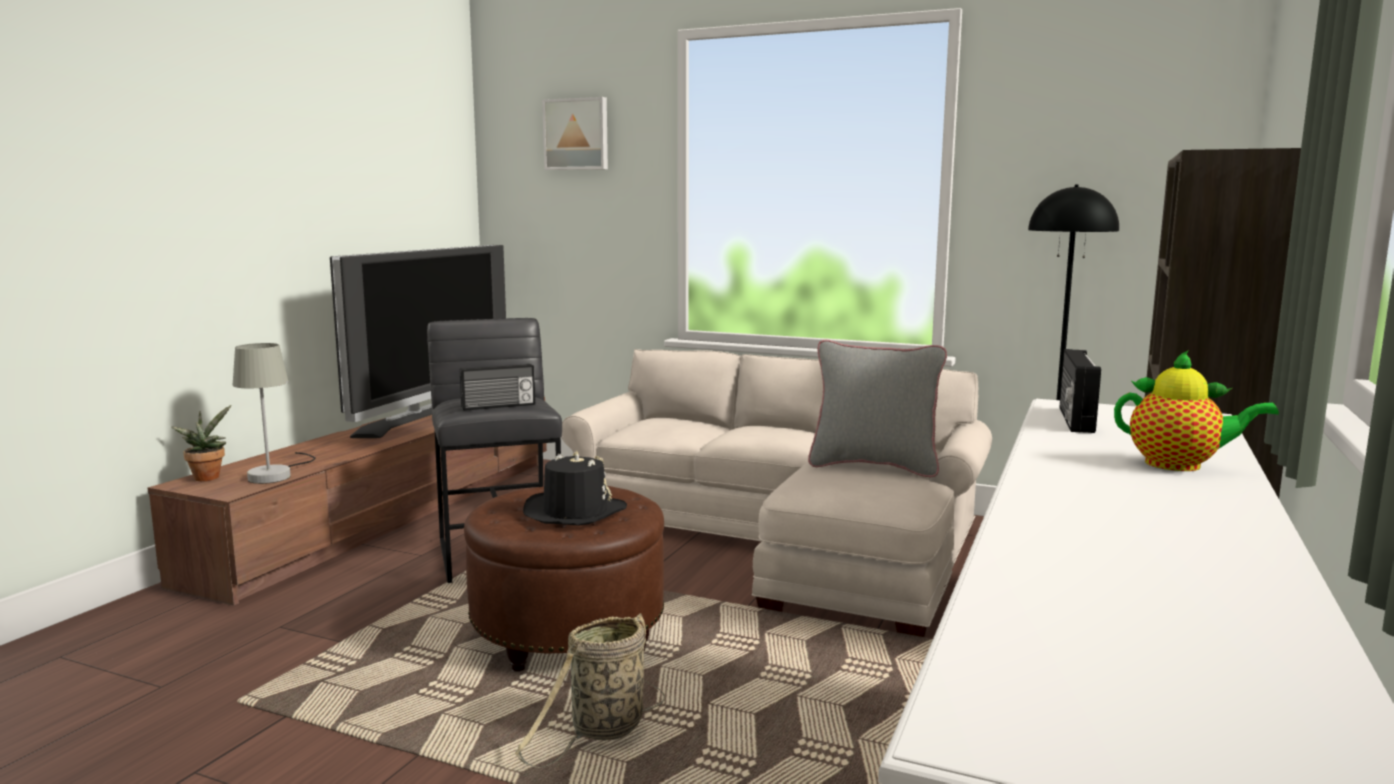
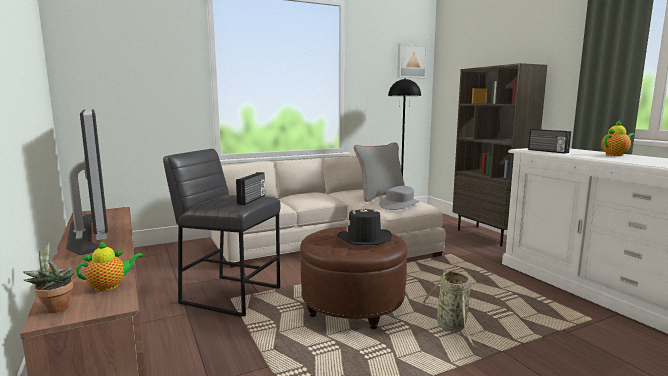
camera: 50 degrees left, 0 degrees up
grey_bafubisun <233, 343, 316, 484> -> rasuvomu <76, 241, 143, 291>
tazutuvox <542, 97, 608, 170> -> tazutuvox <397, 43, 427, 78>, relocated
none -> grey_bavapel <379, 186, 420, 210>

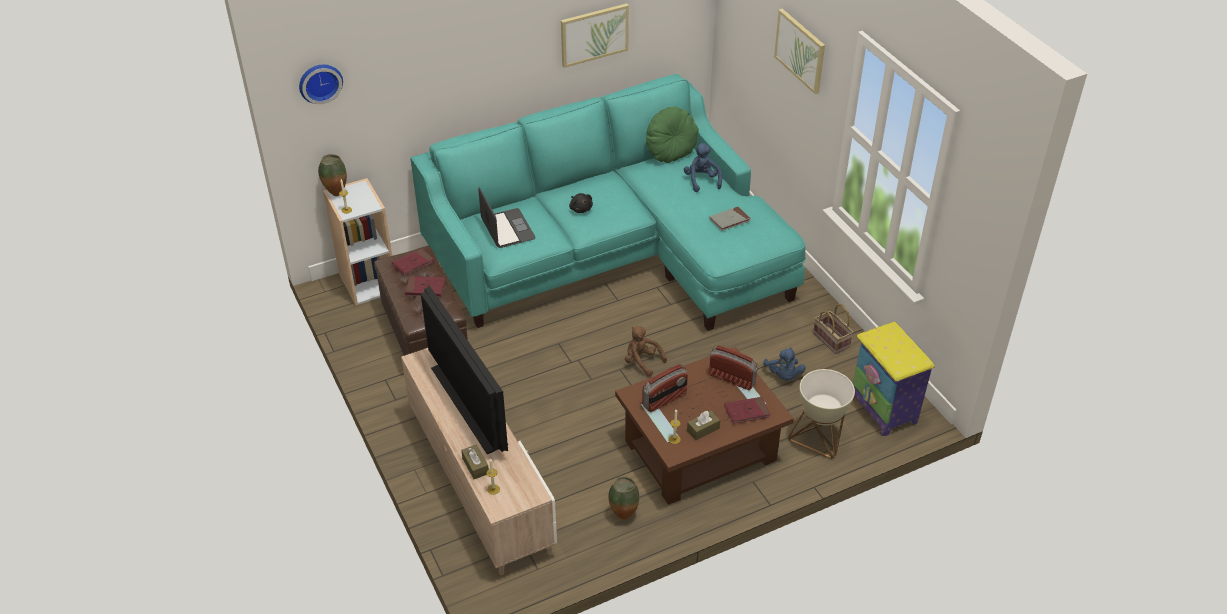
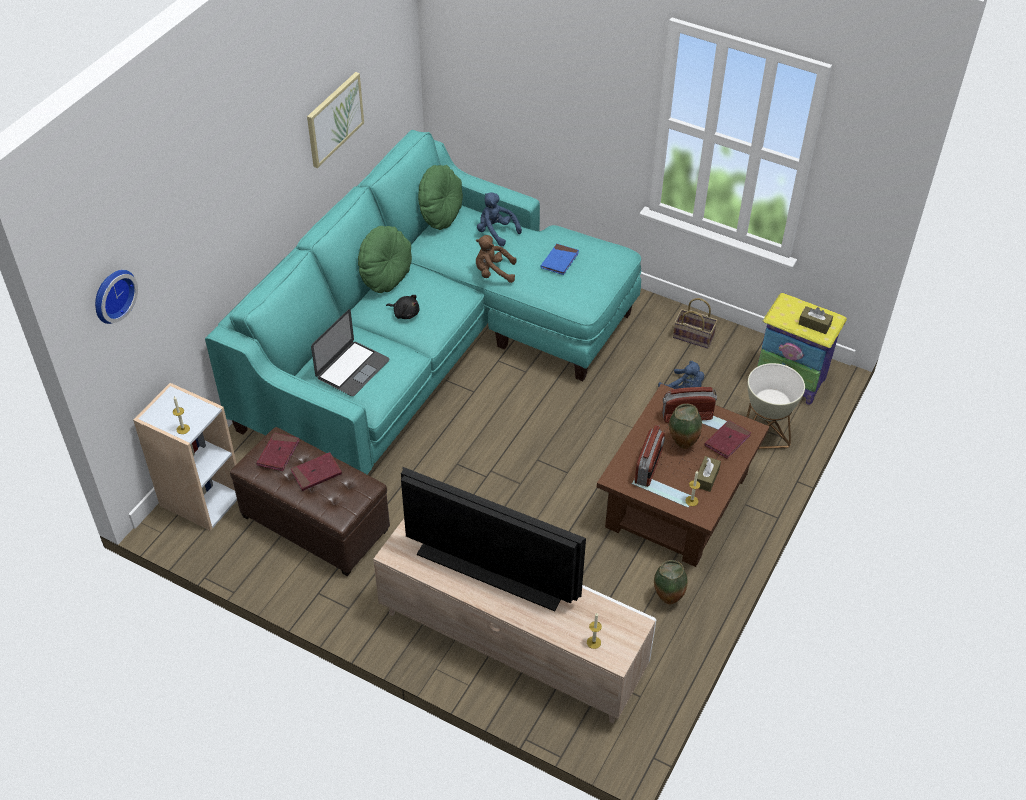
camera: 35 degrees left, 5 degrees up
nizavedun <318, 154, 347, 196> -> nizavedun <669, 404, 702, 449>, relocated
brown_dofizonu <461, 444, 489, 479> -> brown_dofizonu <799, 306, 833, 334>, relocated
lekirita <478, 187, 536, 248> -> lekirita <311, 309, 390, 396>, 90 degrees clockwise
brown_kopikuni <625, 326, 667, 377> -> brown_kopikuni <476, 235, 517, 283>, relocated
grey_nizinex <709, 207, 751, 231> -> blue_nizinex <541, 244, 579, 275>
tazutuvox <774, 9, 825, 94> -> none
none -> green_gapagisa <358, 226, 412, 293>

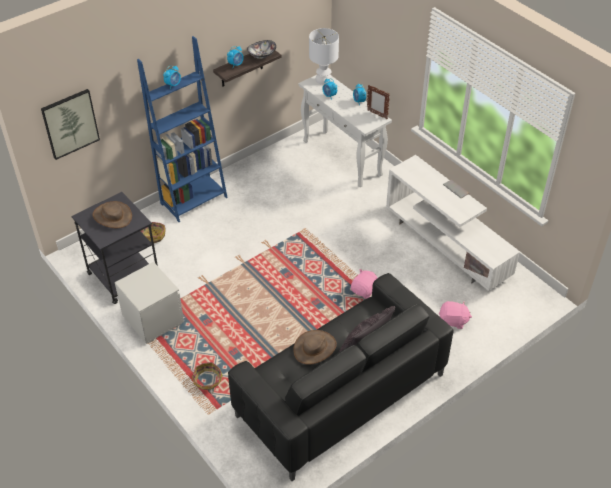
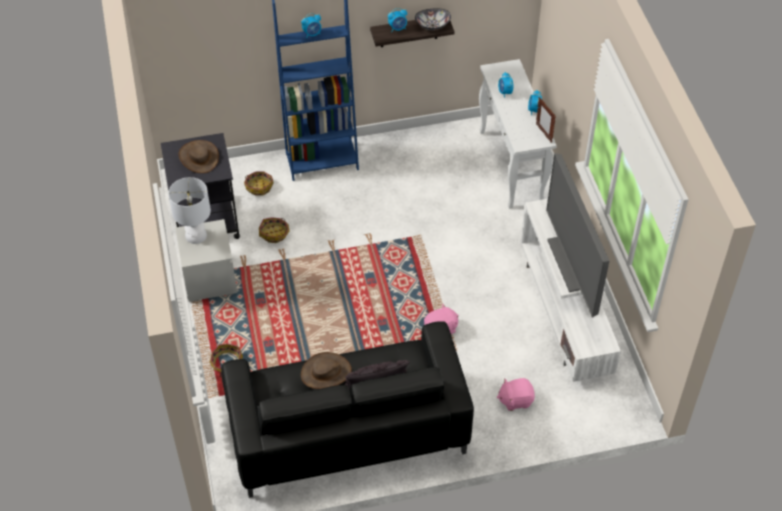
camera: 25 degrees right, 5 degrees up
tazutuvox <41, 89, 100, 160> -> none
white_bafubisun <309, 28, 339, 85> -> white_bafubisun <168, 177, 211, 244>, relocated
pink_kopikuni <439, 301, 472, 329> -> pink_kopikuni <497, 378, 535, 411>, 135 degrees clockwise
none -> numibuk <259, 217, 290, 243>
none -> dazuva <546, 153, 609, 318>

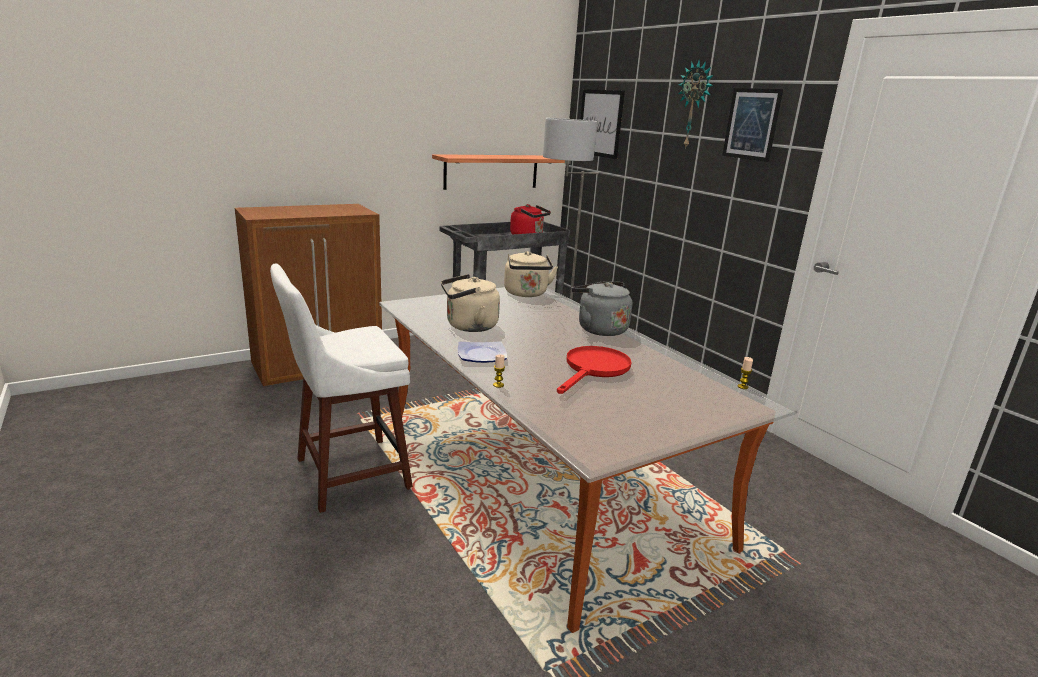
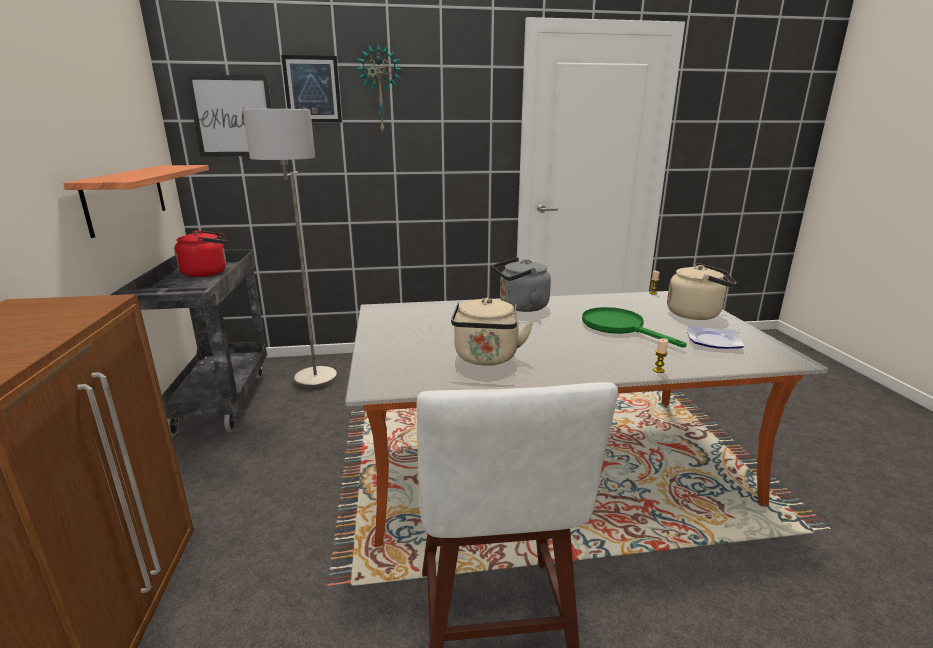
camera: 65 degrees left, 0 degrees up
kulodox <458, 341, 507, 363> -> kulodox <688, 326, 744, 349>, relocated
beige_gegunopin <504, 251, 558, 297> -> beige_gegunopin <667, 263, 736, 320>, relocated
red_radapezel <557, 346, 631, 394> -> green_radapezel <582, 307, 687, 348>
tazutuvox <722, 88, 783, 162> -> tazutuvox <281, 55, 342, 122>, relocated

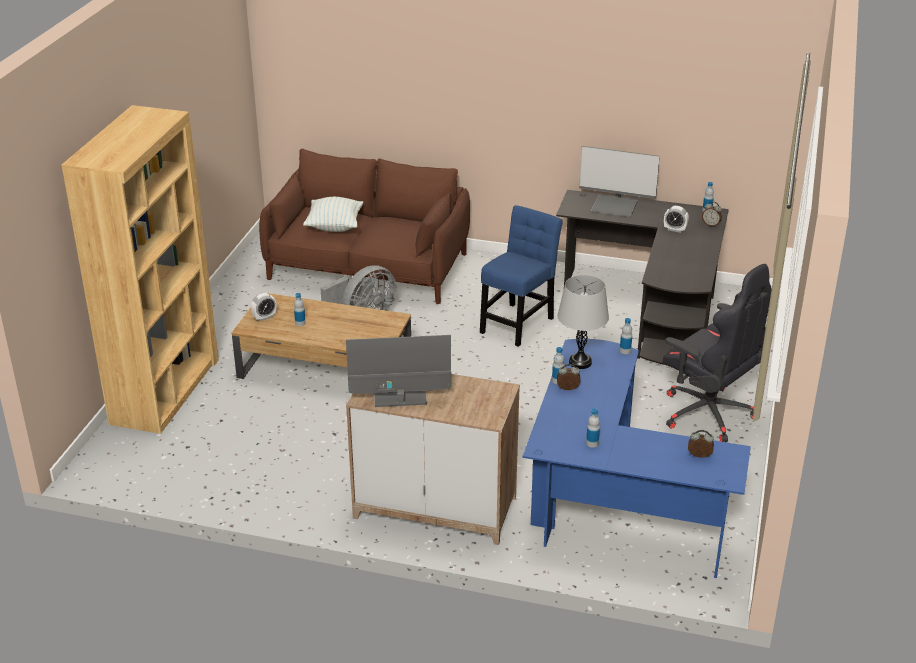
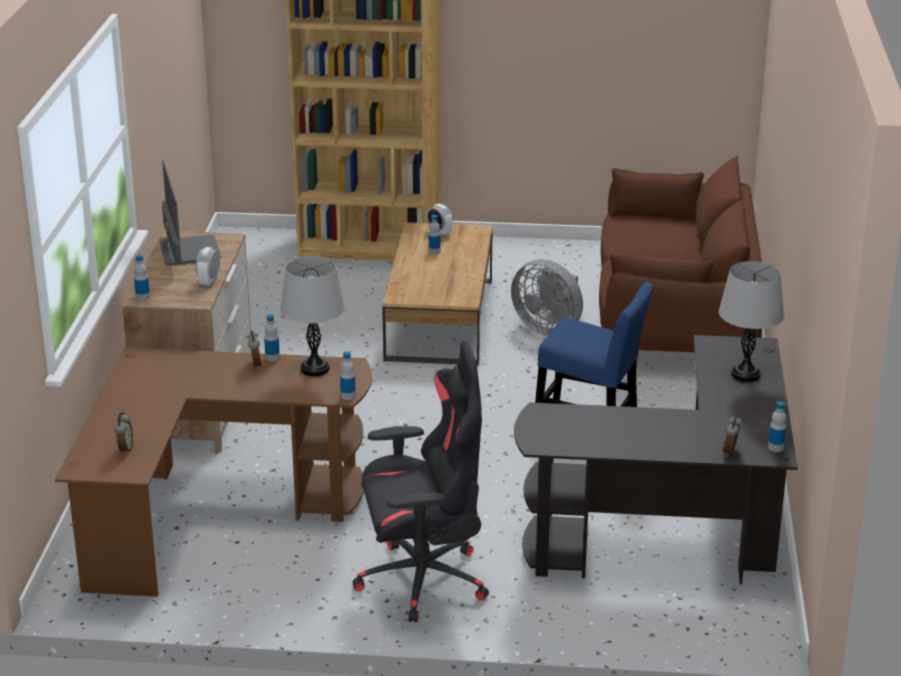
camera: 80 degrees right, 5 degrees down
gapagisa <303, 197, 363, 232> -> none
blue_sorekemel <523, 339, 751, 578> -> brown_sorekemel <55, 348, 372, 597>
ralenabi <579, 146, 660, 217> -> grey_bafubisun <719, 261, 784, 382>
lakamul <586, 408, 600, 447> -> lakamul <134, 254, 150, 301>, relocated
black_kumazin <663, 264, 771, 442> -> black_kumazin <352, 341, 489, 622>, 135 degrees counterclockwise
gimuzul <664, 206, 689, 233> -> gimuzul <196, 247, 220, 287>, relocated

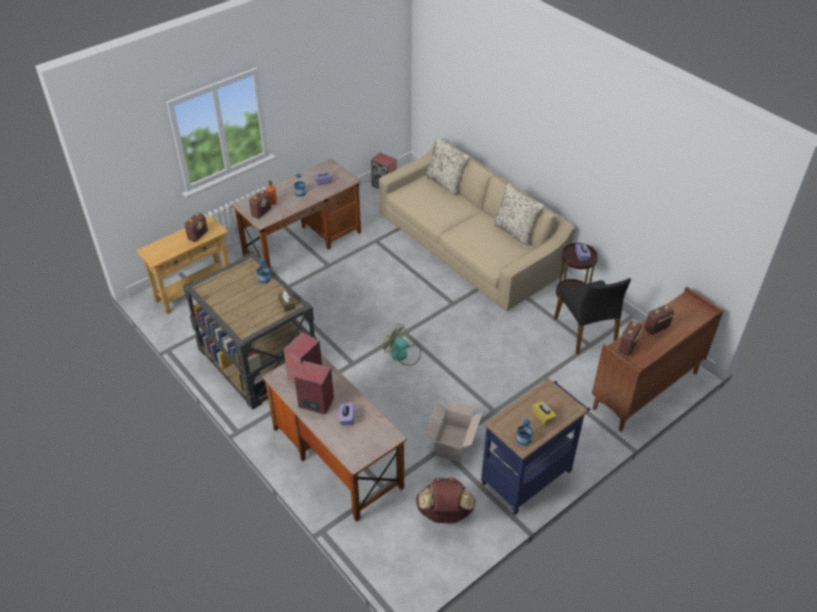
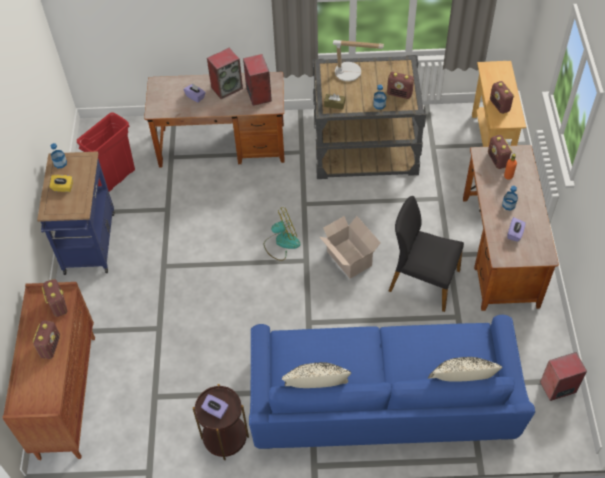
camera: 130 degrees right, 10 degrees up
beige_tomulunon <379, 138, 576, 311> -> blue_tomulunon <249, 315, 535, 449>
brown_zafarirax <416, 478, 476, 523> -> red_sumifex <77, 113, 135, 192>
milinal <426, 400, 483, 462> -> milinal <320, 216, 381, 279>, relocated
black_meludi <554, 278, 631, 354> -> black_meludi <389, 196, 464, 312>, relocated
none -> bafubisun <333, 40, 384, 81>
none -> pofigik <387, 72, 414, 99>

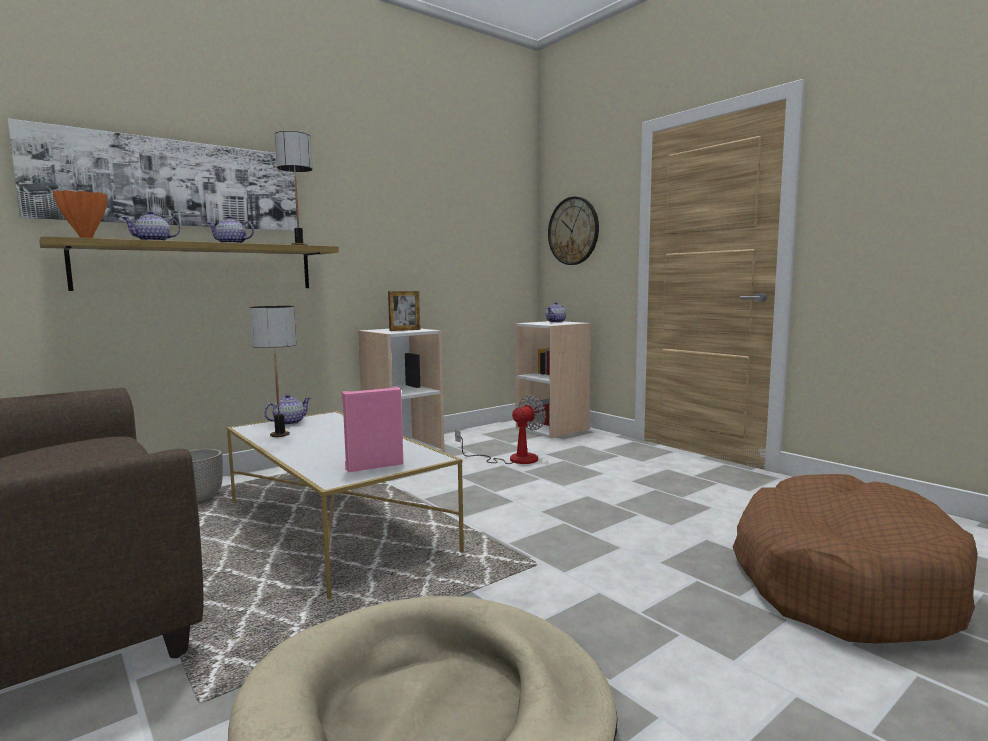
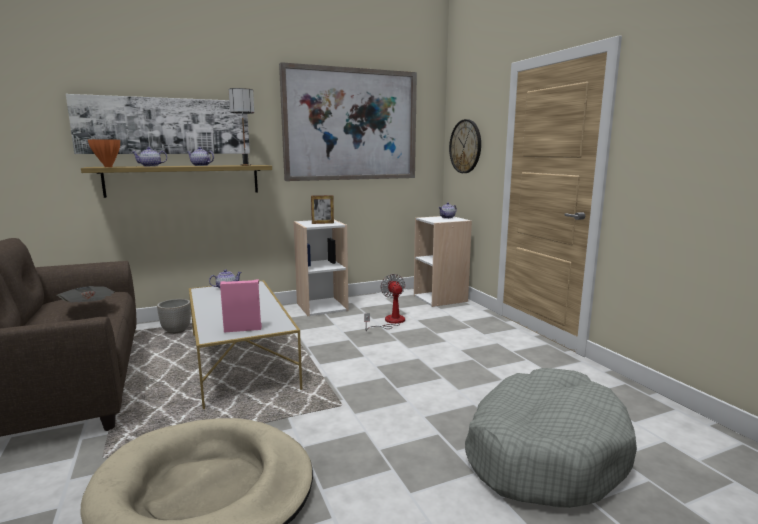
camera: 15 degrees right, 5 degrees up
bafubisun <249, 306, 296, 437> -> none
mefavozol <455, 395, 546, 464> -> mefavozol <364, 274, 405, 331>, 75 degrees counterclockwise
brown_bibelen <733, 474, 978, 644> -> grey_bibelen <465, 368, 637, 508>
none -> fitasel <56, 286, 115, 303>
none -> tazutuvox <279, 62, 417, 181>

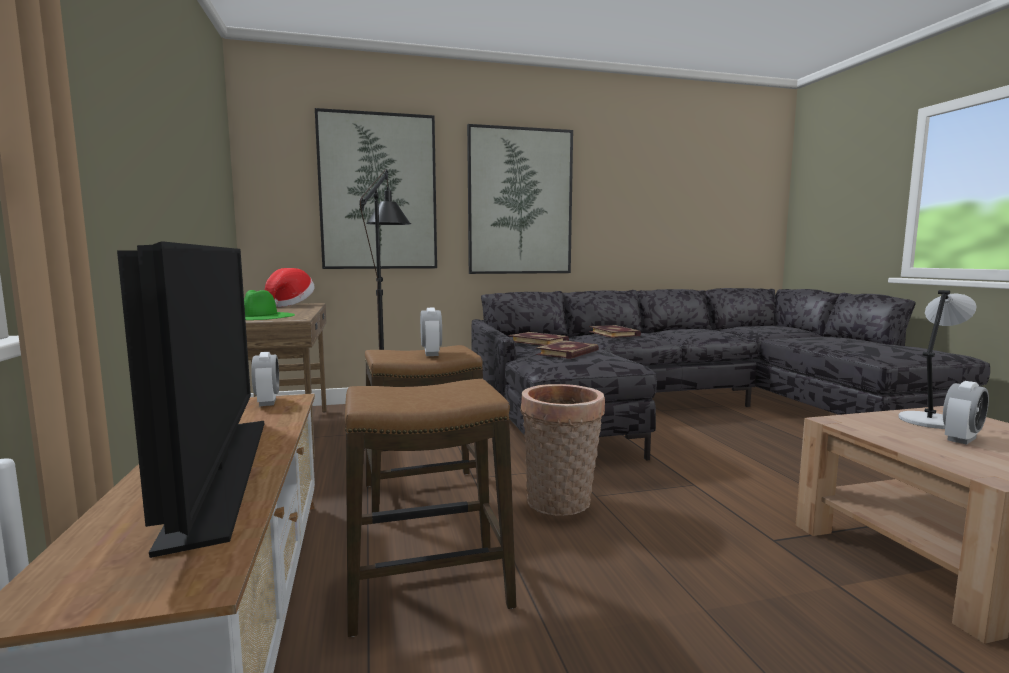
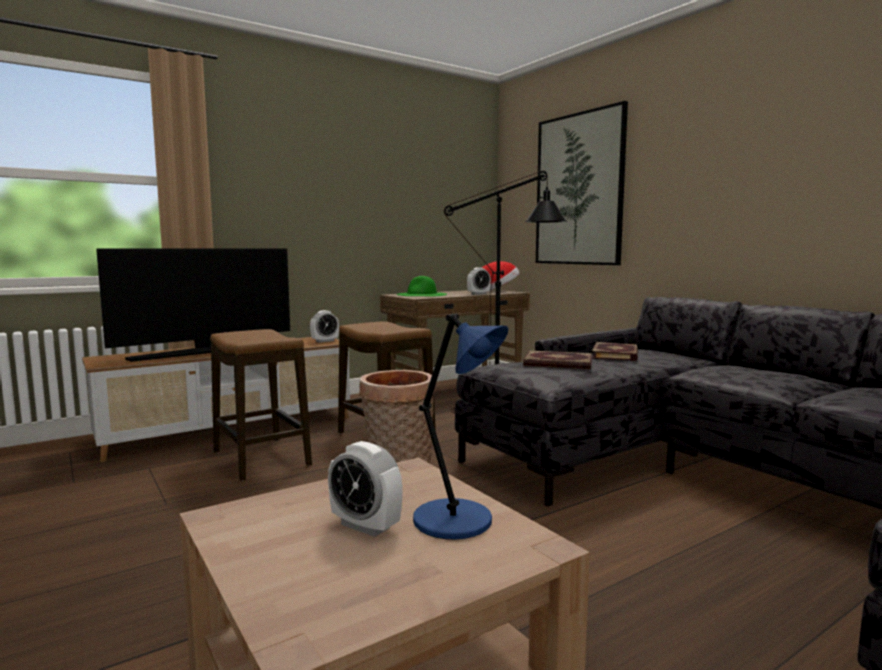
camera: 70 degrees right, 0 degrees up
gimuzul <420, 308, 442, 356> -> gimuzul <467, 267, 491, 295>, relocated
tazutuvox <467, 124, 573, 274> -> none
nizinex <589, 325, 641, 338> -> none
grey_bafubisun <899, 290, 977, 429> -> blue_bafubisun <413, 313, 508, 540>

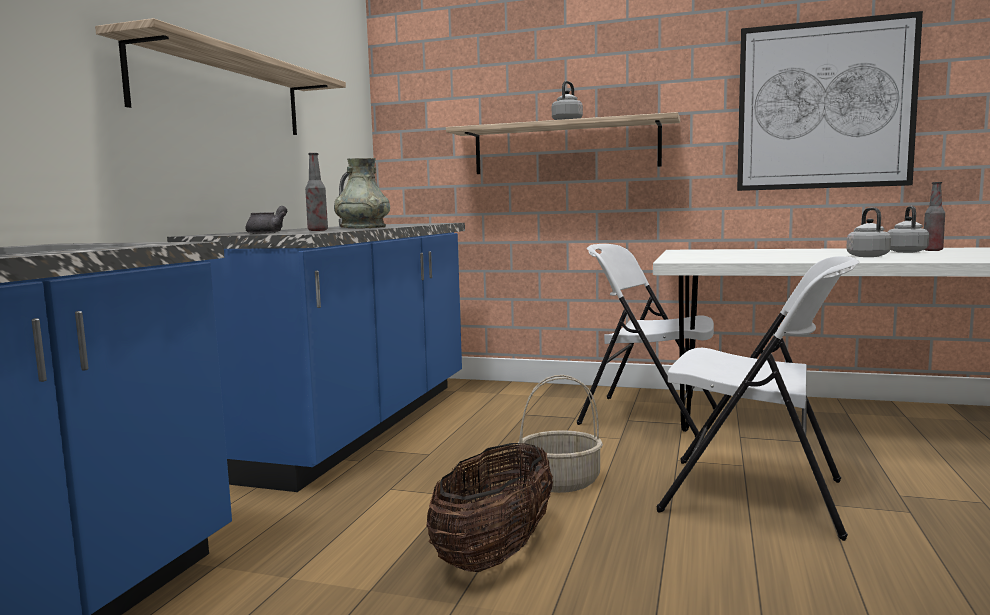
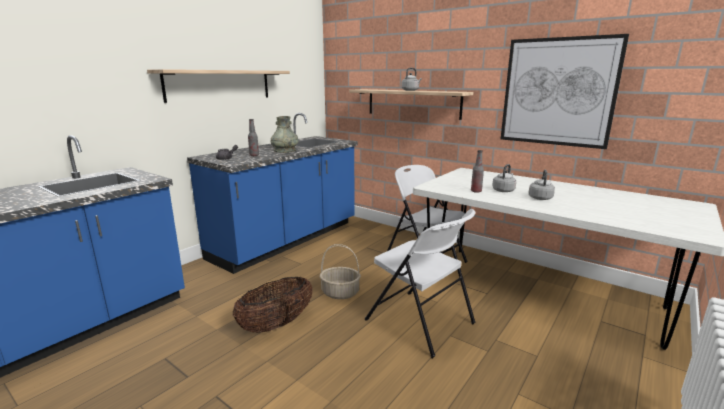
camera: 20 degrees right, 10 degrees up
grey_gegunopin <888, 206, 929, 253> -> grey_gegunopin <492, 164, 516, 192>, relocated
lakamul <924, 182, 945, 251> -> lakamul <471, 150, 484, 193>, relocated

